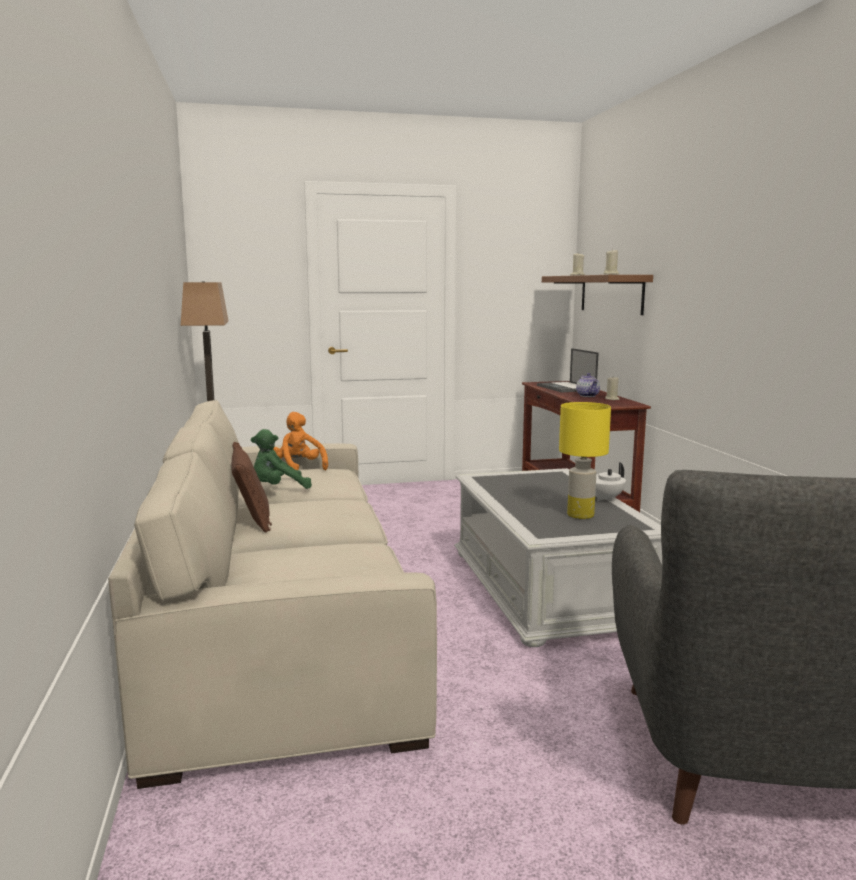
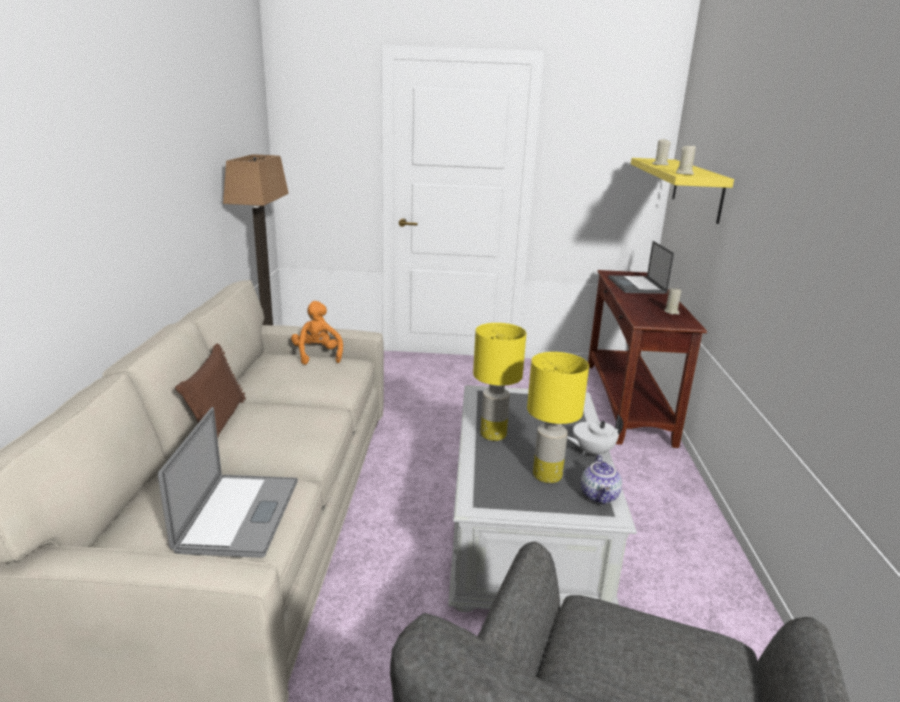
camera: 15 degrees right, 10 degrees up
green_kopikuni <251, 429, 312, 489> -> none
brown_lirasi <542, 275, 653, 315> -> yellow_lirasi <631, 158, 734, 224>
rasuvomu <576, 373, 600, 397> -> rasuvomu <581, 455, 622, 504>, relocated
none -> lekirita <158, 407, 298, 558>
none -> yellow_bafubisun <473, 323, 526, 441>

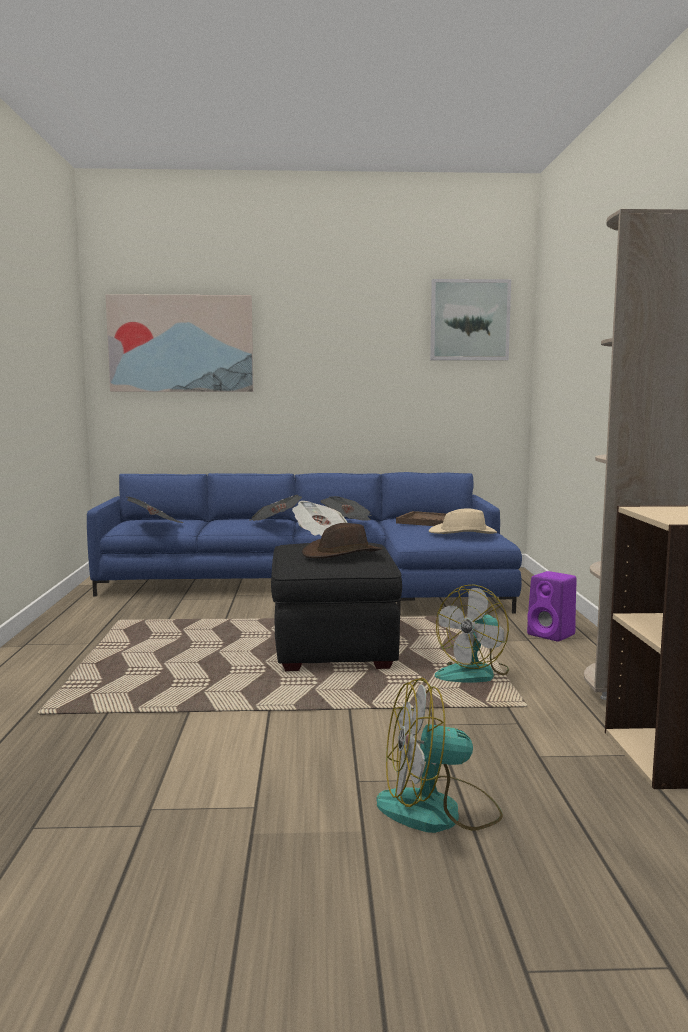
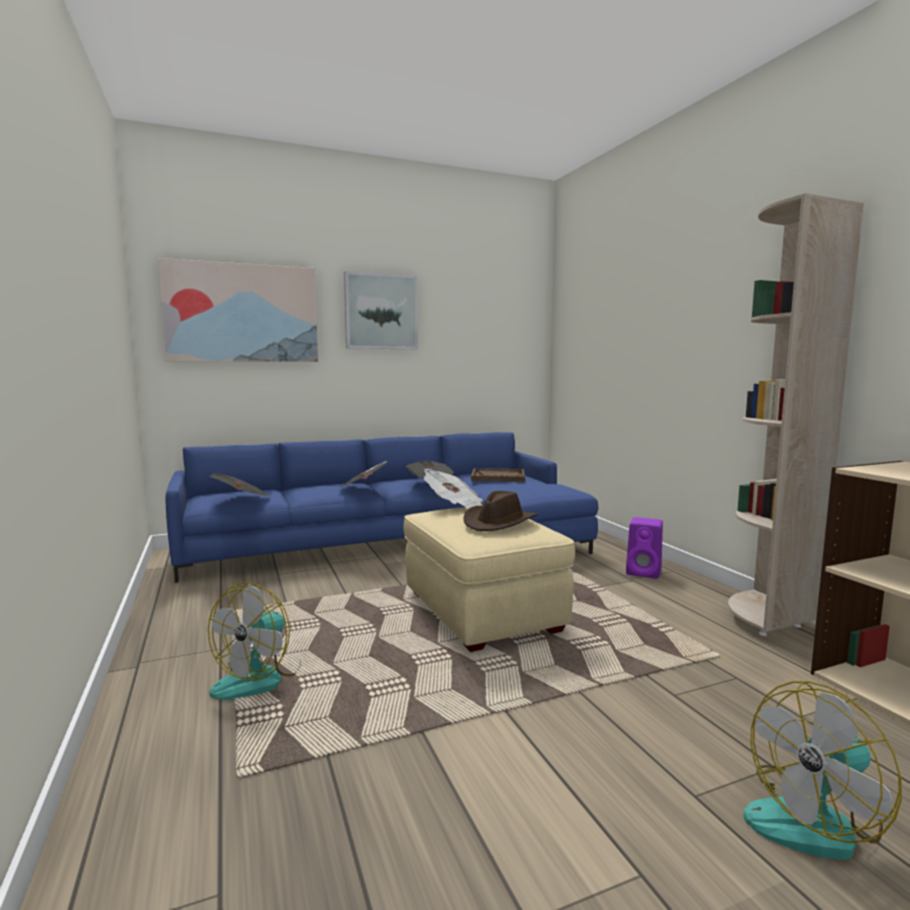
camera: 20 degrees left, 0 degrees up
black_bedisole <271, 543, 402, 671> -> beige_bedisole <404, 505, 575, 652>
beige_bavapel <429, 508, 497, 534> -> none
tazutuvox <430, 279, 511, 360> -> tazutuvox <344, 271, 418, 349>, relocated
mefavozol <435, 584, 509, 683> -> mefavozol <208, 582, 301, 700>, relocated

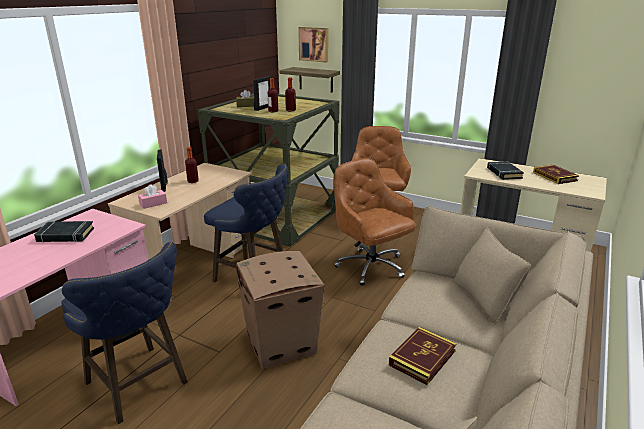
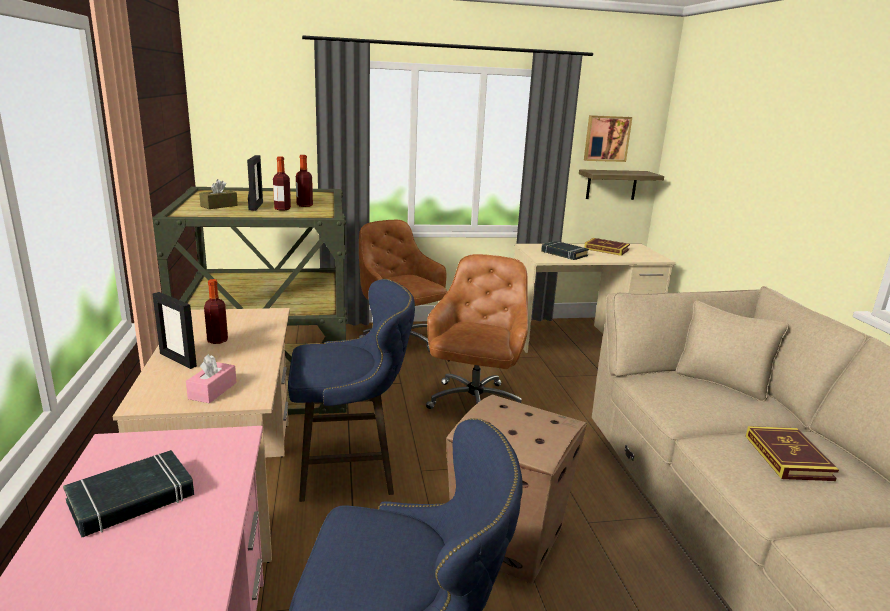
camera: 40 degrees left, 5 degrees down
lirasi <279, 67, 340, 93> -> lirasi <579, 169, 664, 200>, relocated
tazutuvox <298, 27, 328, 63> -> tazutuvox <584, 115, 632, 162>, relocated
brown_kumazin <334, 158, 416, 285> -> brown_kumazin <426, 254, 528, 409>, 90 degrees clockwise

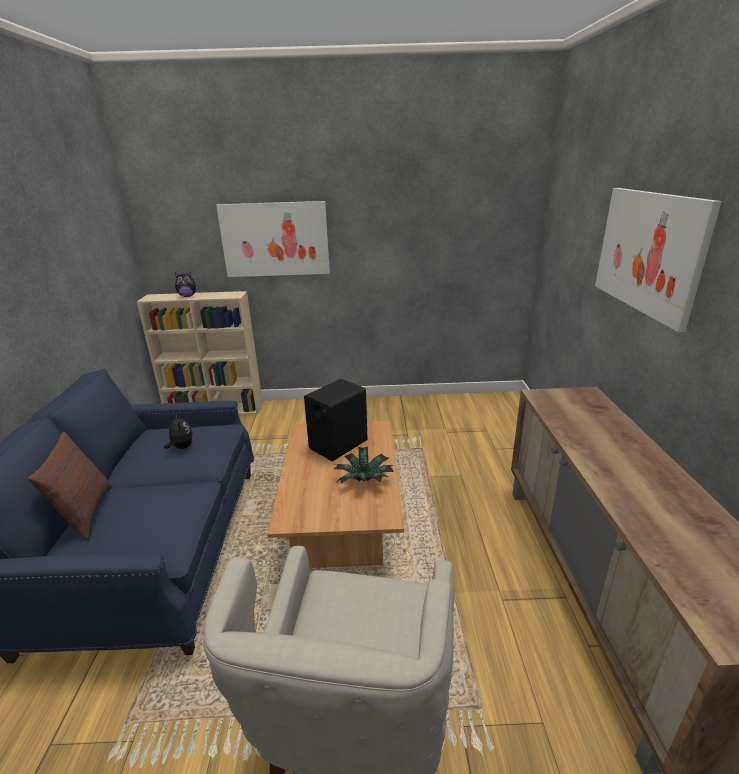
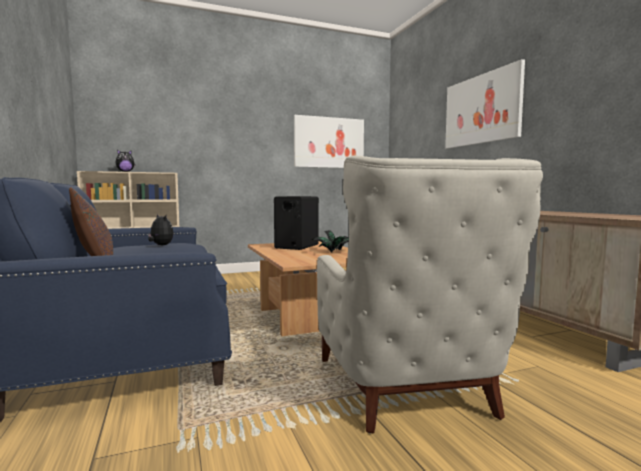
camera: 20 degrees left, 20 degrees down
tazutuvox <216, 201, 330, 277> -> tazutuvox <294, 115, 364, 168>, relocated

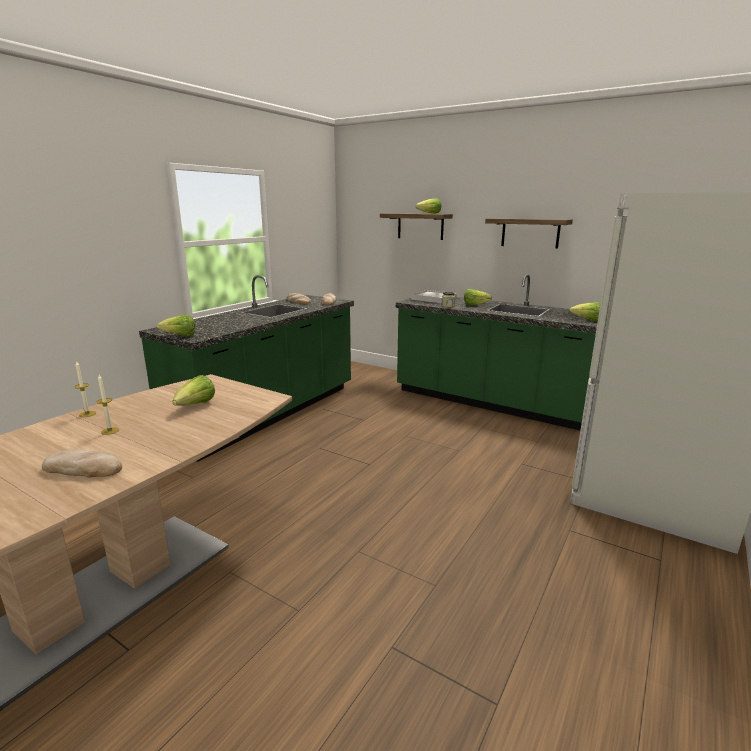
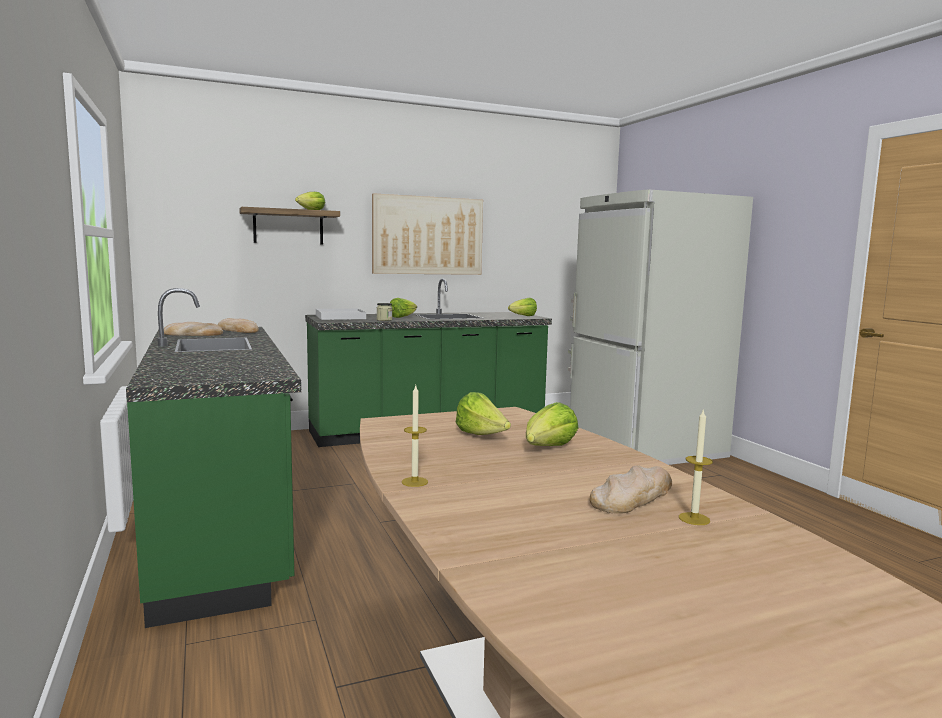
camera: 55 degrees left, 10 degrees down
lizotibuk <96, 375, 119, 435> -> lizotibuk <679, 409, 713, 525>, relocated
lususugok <156, 315, 196, 337> -> lususugok <526, 402, 578, 446>, relocated
lirasi <485, 218, 573, 249> -> tazutuvox <372, 193, 483, 275>

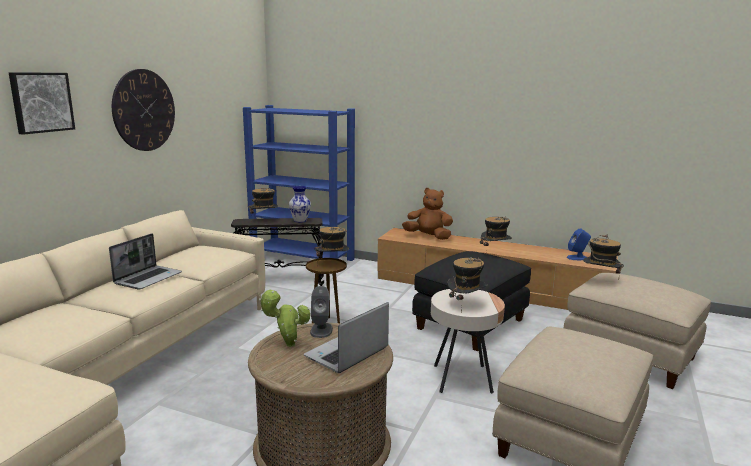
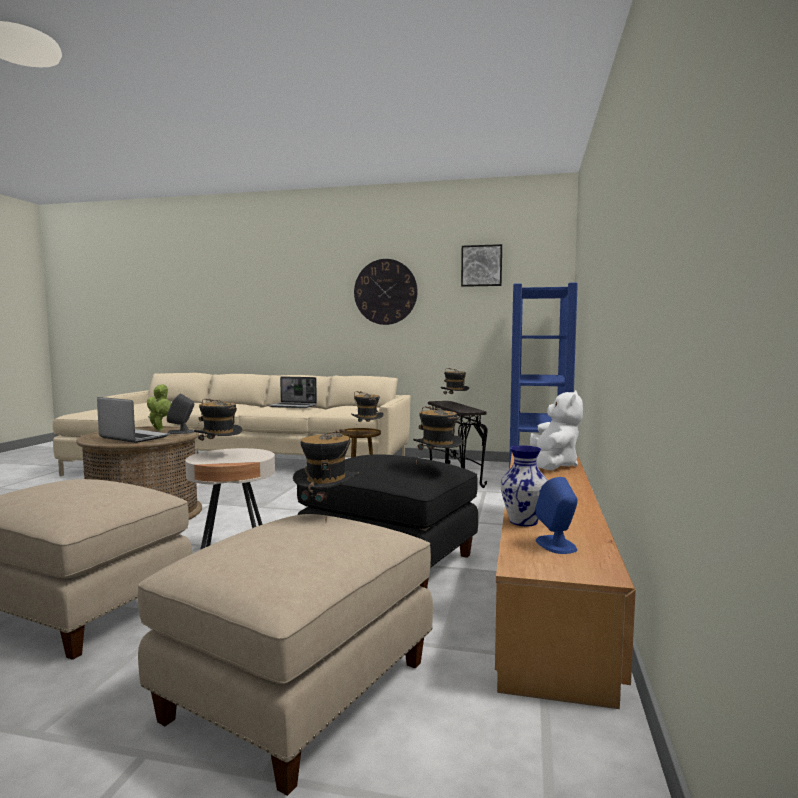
camera: 80 degrees right, 10 degrees down
tazutuvox <9, 72, 75, 135> -> tazutuvox <461, 244, 502, 287>, relocated
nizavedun <289, 186, 311, 223> -> nizavedun <501, 446, 548, 526>, relocated
brown_kopikuni <402, 188, 453, 240> -> white_kopikuni <530, 390, 583, 470>

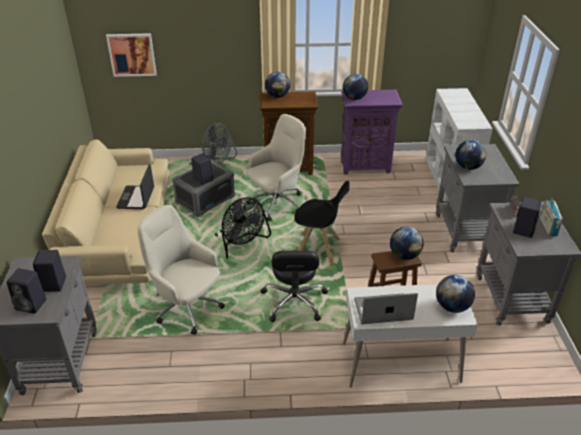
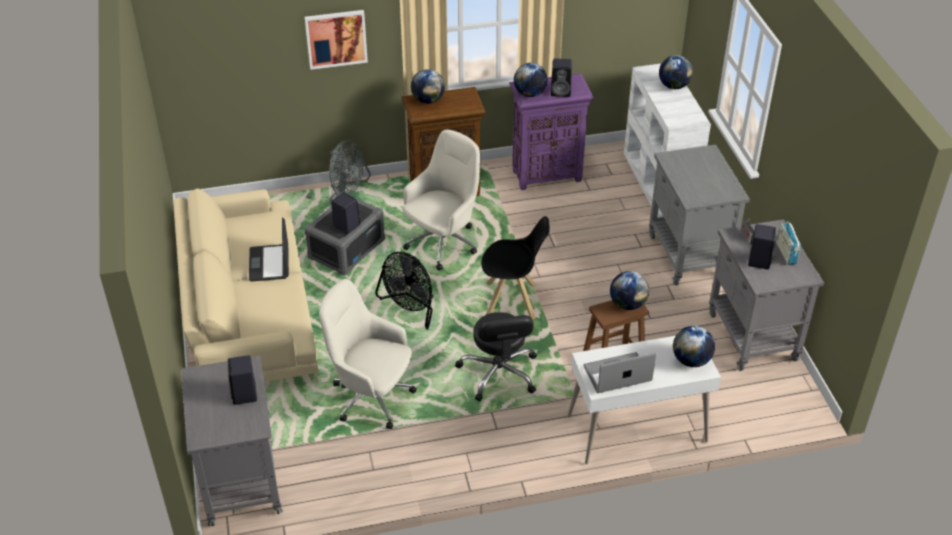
camera: 10 degrees left, 5 degrees up
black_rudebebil <6, 268, 46, 314> -> black_rudebebil <551, 58, 572, 97>, relocated
tazutuvox <106, 33, 157, 77> -> tazutuvox <305, 10, 368, 70>, relocated
black_mefavozol <215, 197, 271, 259> -> black_mefavozol <375, 252, 434, 330>, 90 degrees clockwise
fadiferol <455, 140, 486, 170> -> fadiferol <659, 55, 693, 89>, relocated

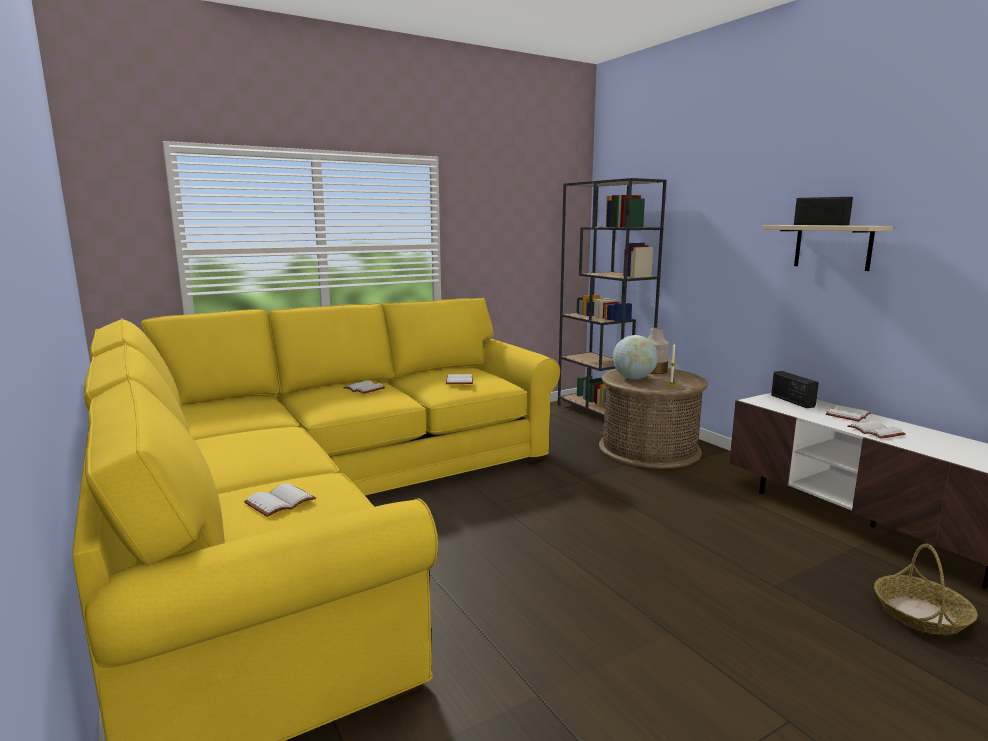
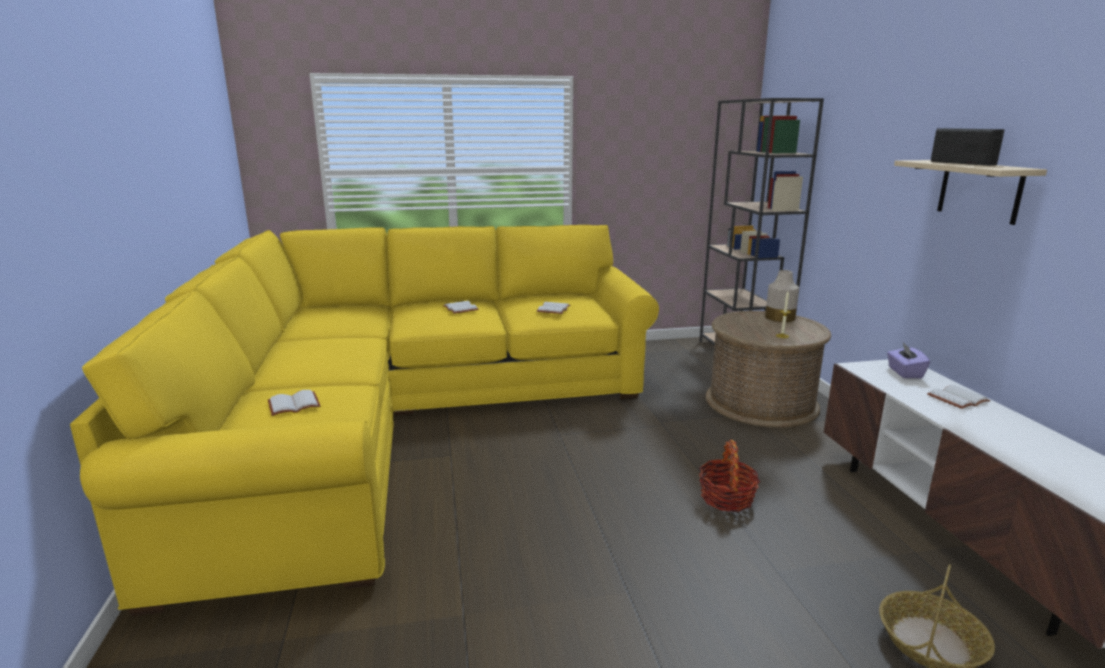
camera: 20 degrees right, 5 degrees up
fadiferol <613, 335, 658, 379> -> none
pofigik <771, 371, 819, 408> -> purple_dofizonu <887, 343, 930, 378>
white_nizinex <847, 421, 906, 439> -> none
none -> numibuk <699, 440, 760, 512>

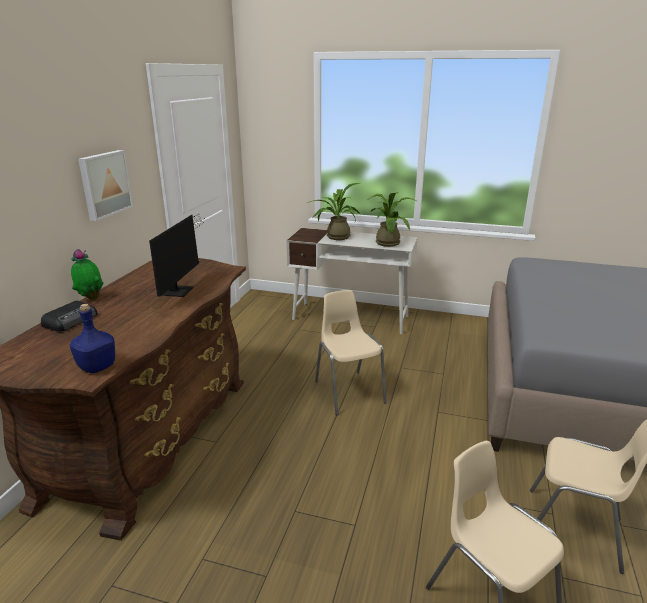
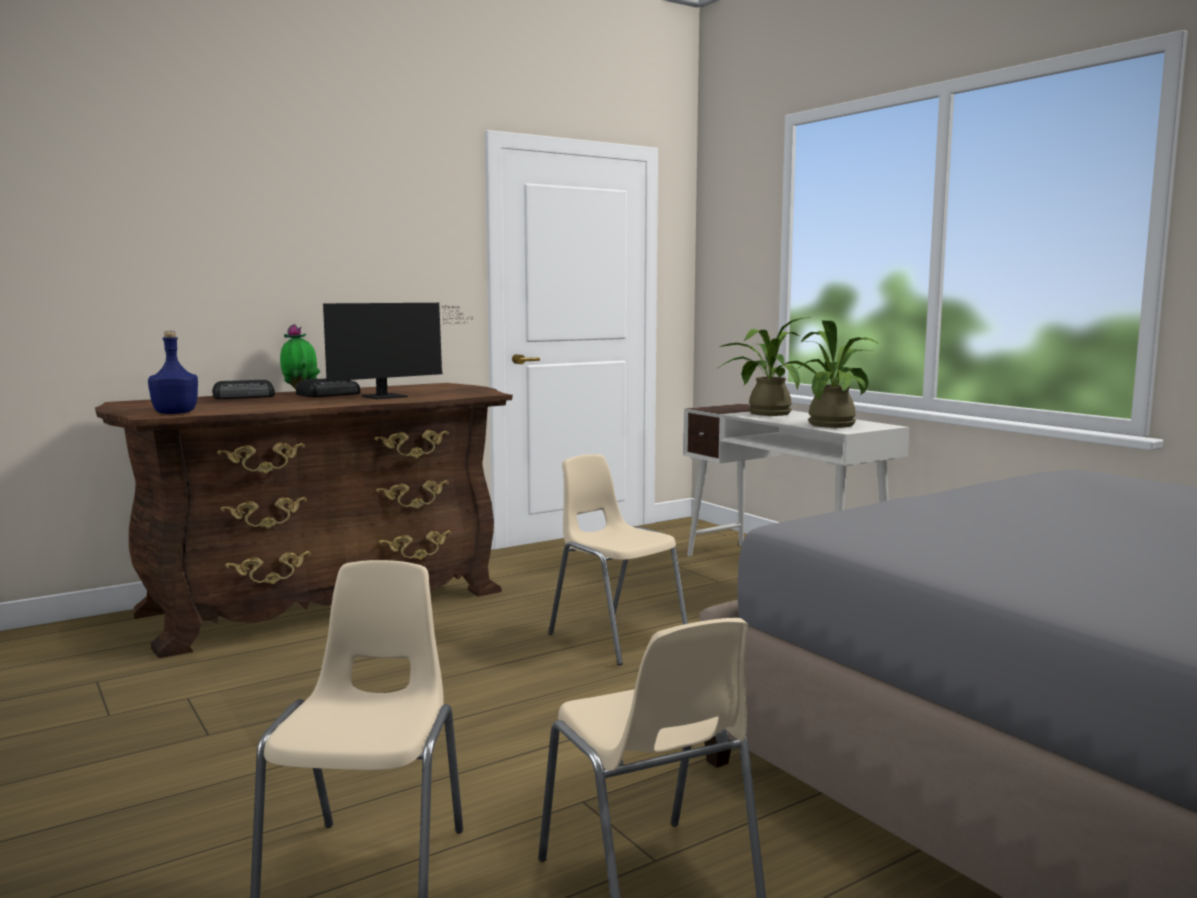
camera: 40 degrees right, 15 degrees down
tazutuvox <78, 150, 133, 221> -> none
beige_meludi <315, 290, 387, 415> -> beige_meludi <548, 454, 688, 665>, 60 degrees counterclockwise
none -> pofigik <296, 378, 360, 397>

